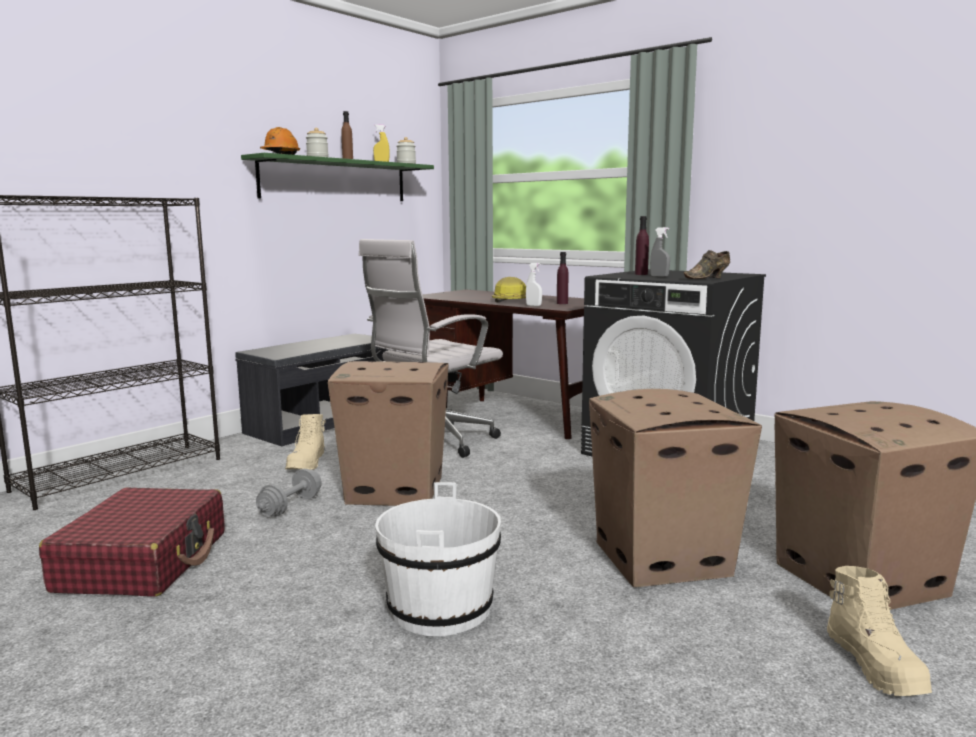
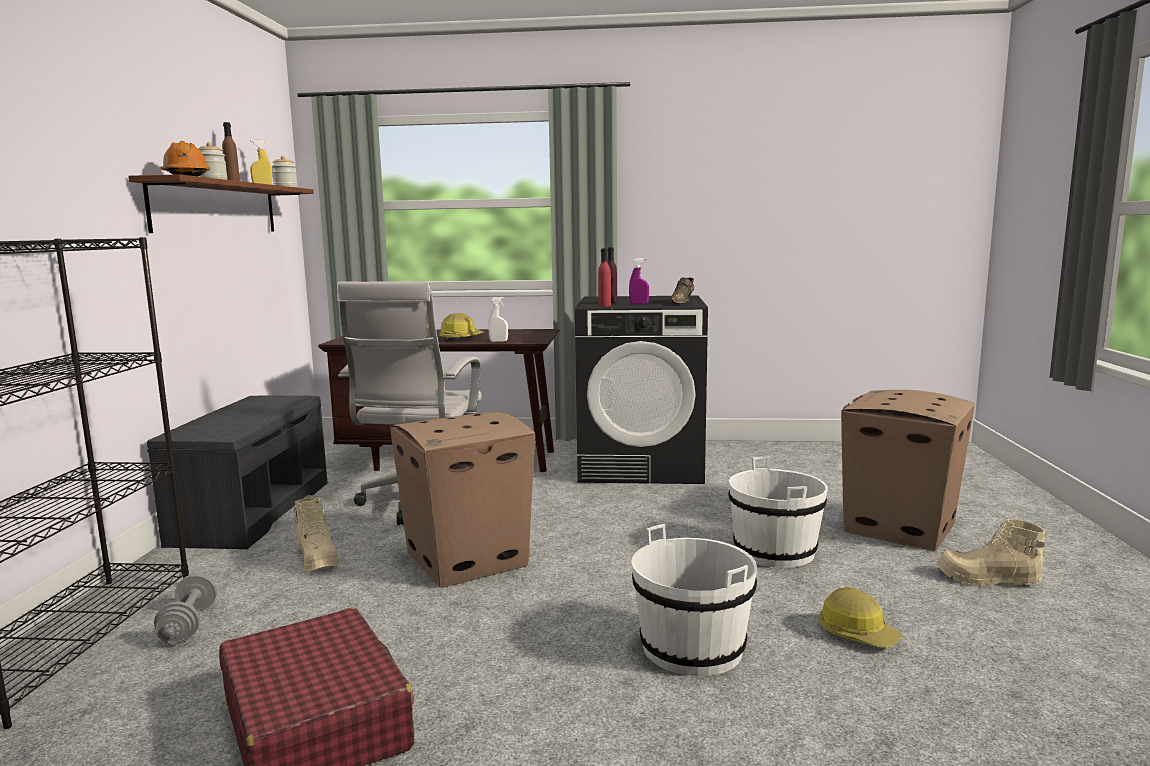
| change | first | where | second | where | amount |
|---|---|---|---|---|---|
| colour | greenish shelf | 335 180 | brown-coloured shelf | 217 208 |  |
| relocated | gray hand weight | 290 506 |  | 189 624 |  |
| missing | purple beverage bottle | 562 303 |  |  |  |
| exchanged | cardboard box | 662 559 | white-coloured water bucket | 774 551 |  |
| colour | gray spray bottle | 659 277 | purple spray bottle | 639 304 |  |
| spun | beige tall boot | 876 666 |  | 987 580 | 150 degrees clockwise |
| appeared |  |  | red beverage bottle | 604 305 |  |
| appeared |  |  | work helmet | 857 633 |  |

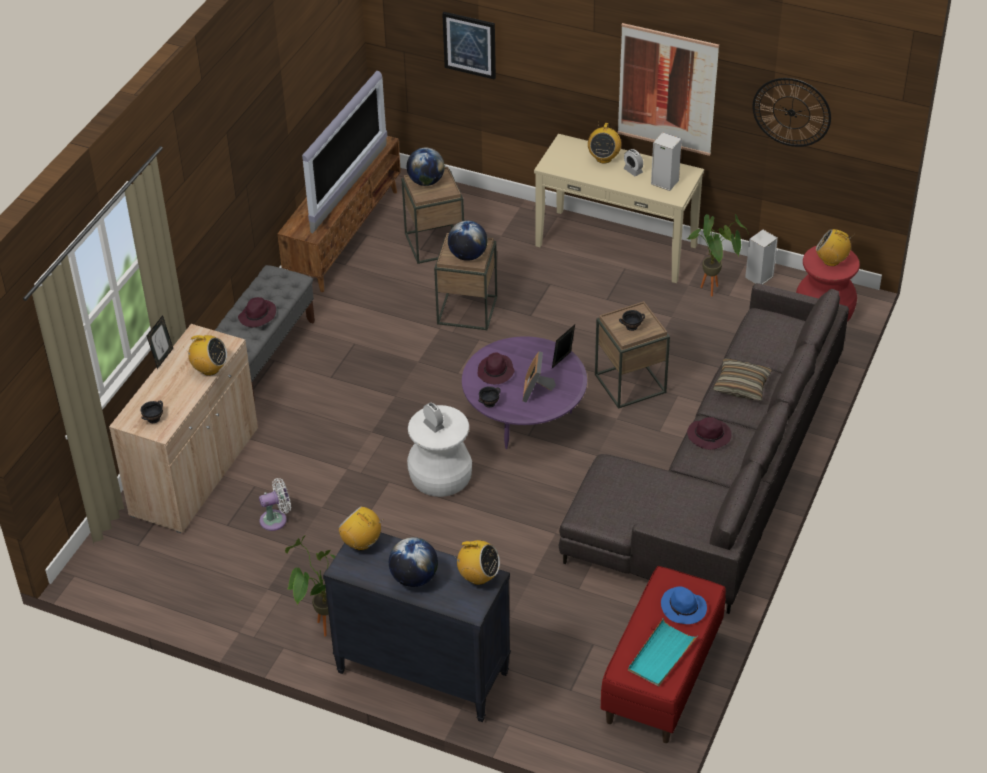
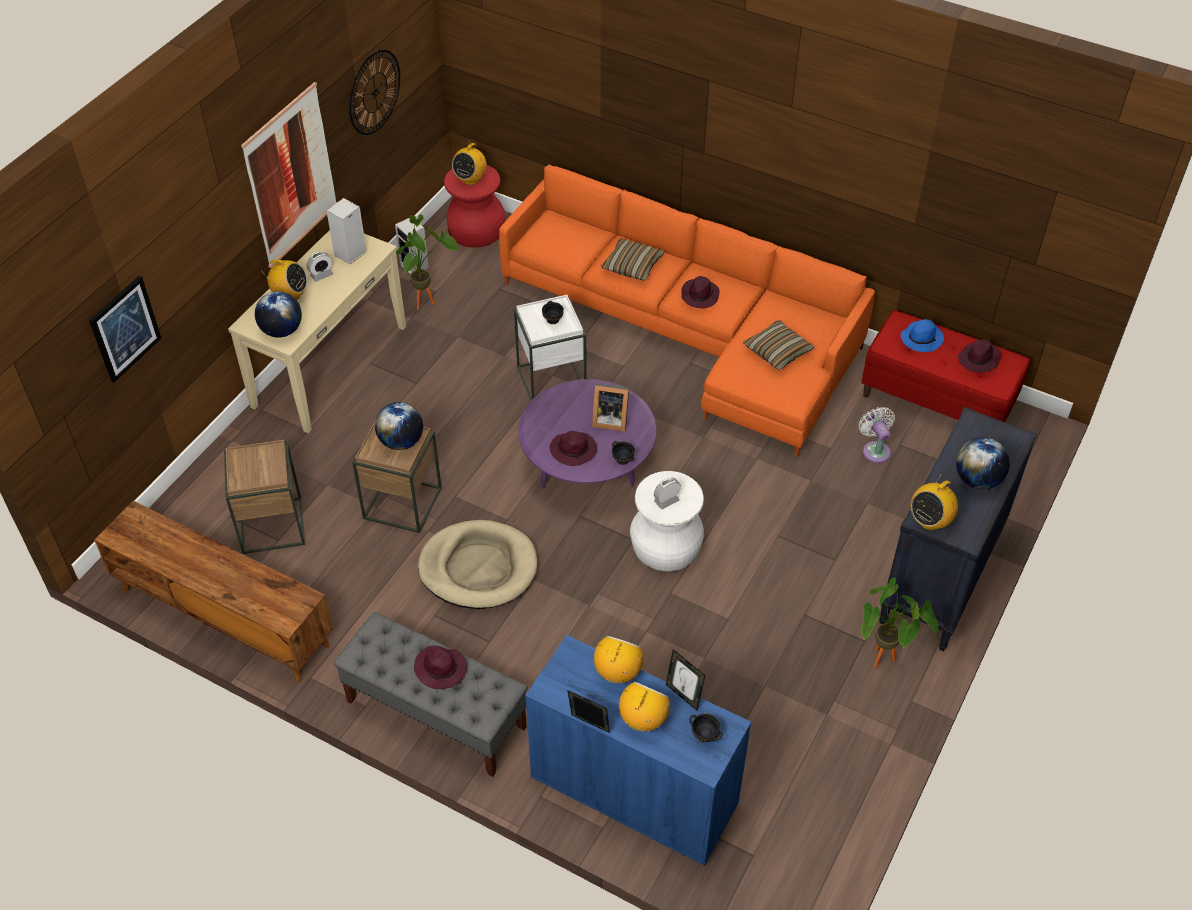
| change | first | where | second | where | amount |
|---|---|---|---|---|---|
| colour | beige cabinet | 195 472 | blue cabinet | 634 791 |  |
| relocated | white-coloured cooling fan | 276 519 |  | 875 450 |  |
| missing | TV | 350 189 |  |  |  |
| relocated | world globe | 426 181 |  | 282 331 |  |
| relocated | radio receiver | 478 577 |  | 643 720 |  |
| relocated | standing frame | 563 361 |  | 683 695 |  |
| colour | gray couch | 719 477 | orange couch | 691 332 |  |
| colour | brown-coloured side table | 630 384 | white-coloured side table | 551 379 |  |
| exchanged | turquoise tray | 661 655 | purple clothing hat | 978 360 |  |
| appeared |  |  | beige dog bed | 478 568 |  |
| appeared |  |  | throw pillow | 777 351 |  |

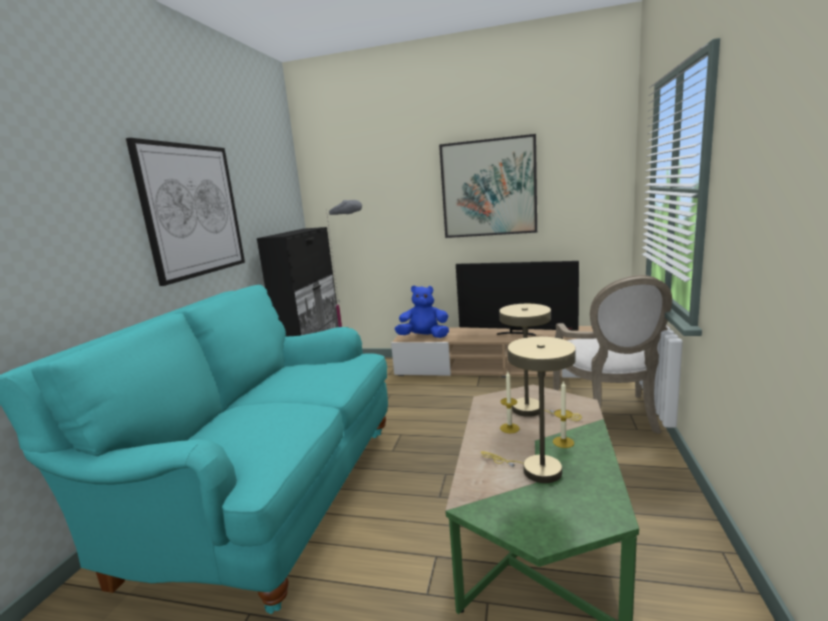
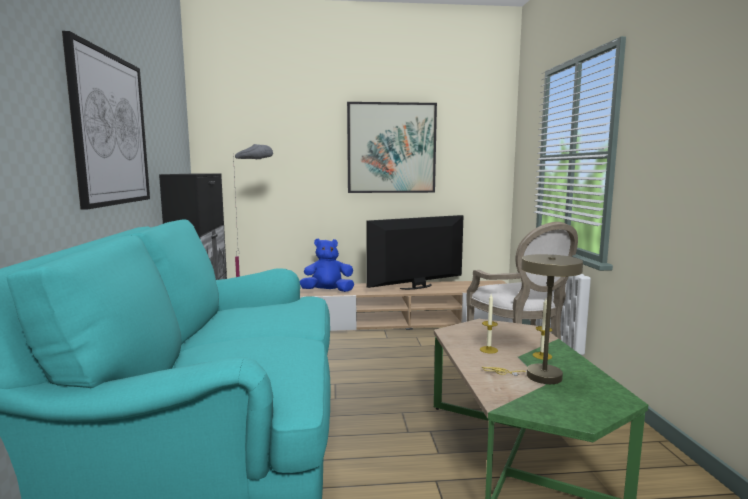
| change | first | where | second | where | amount |
|---|---|---|---|---|---|
| spun | TV | 516 334 |  | 417 287 | 150 degrees clockwise |
| missing | beige lamp for a table | 533 410 |  |  |  |

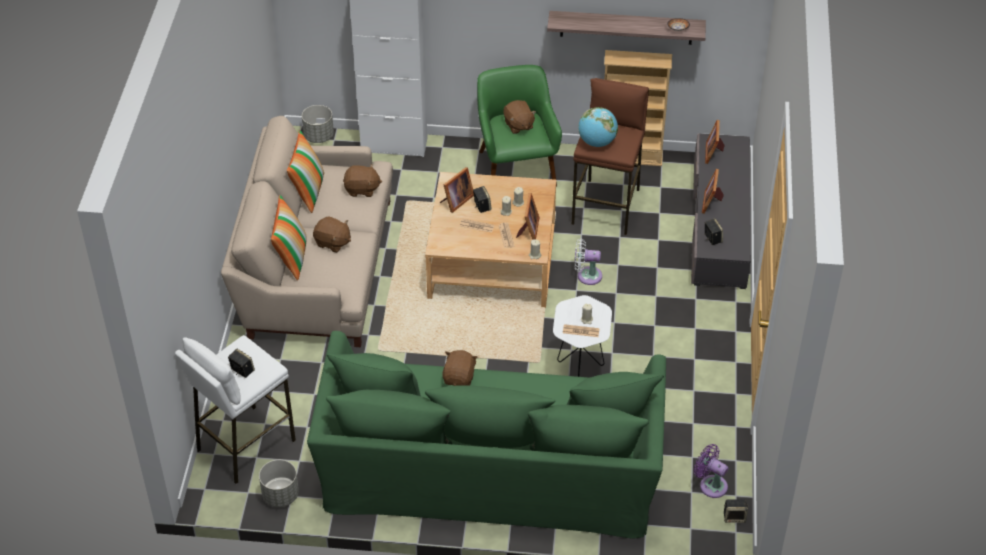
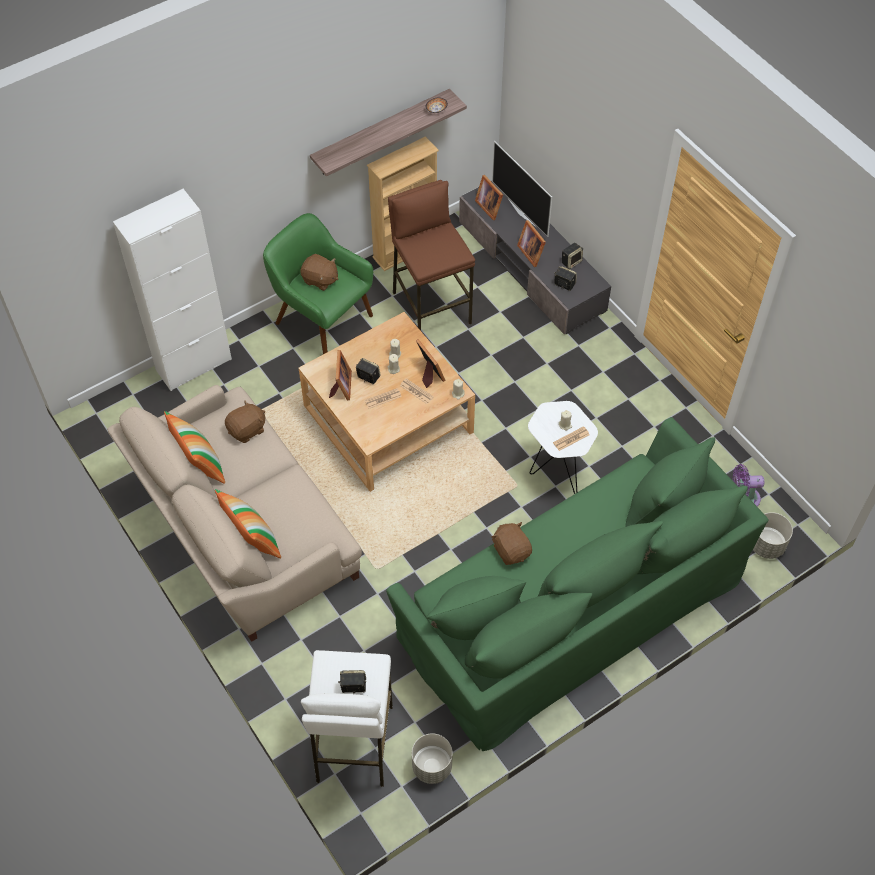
| change | first | where | second | where | amount |
|---|---|---|---|---|---|
| relocated | gray planter | 318 136 |  | 766 545 |  |
| missing | brown-coloured plush toy | 332 242 |  |  |  |
| missing | white-coloured cooling fan | 586 275 |  |  |  |
| missing | world globe | 597 142 |  |  |  |
| relocated | audio speaker | 734 517 |  | 571 261 |  |
| appeared |  |  | TV | 522 212 |  |

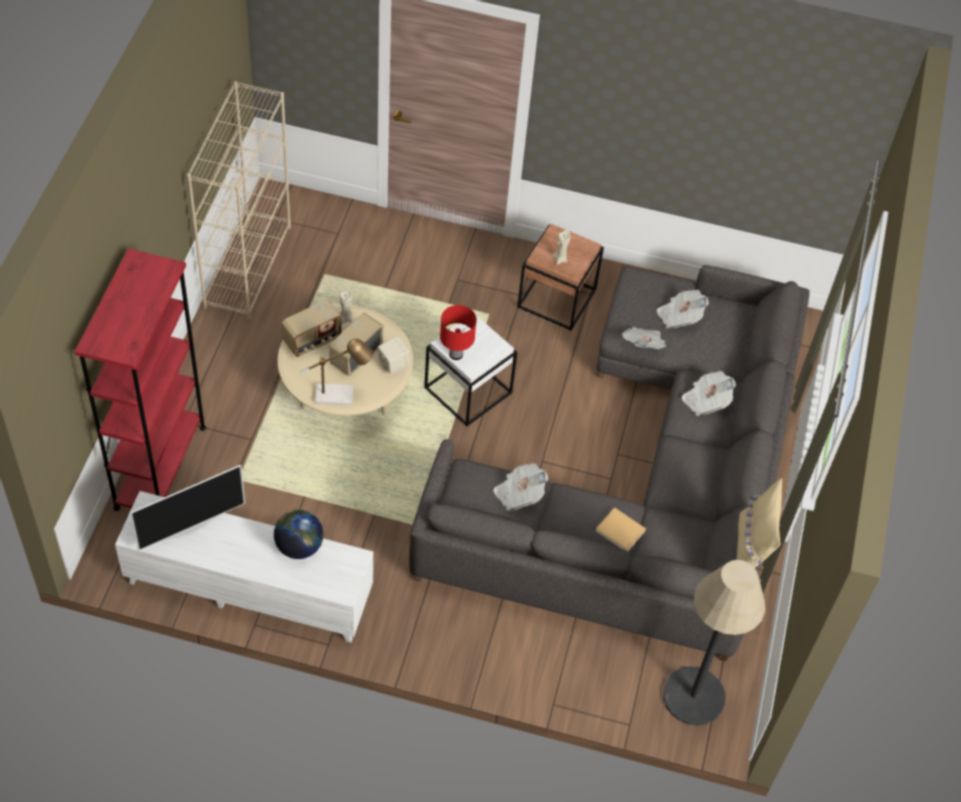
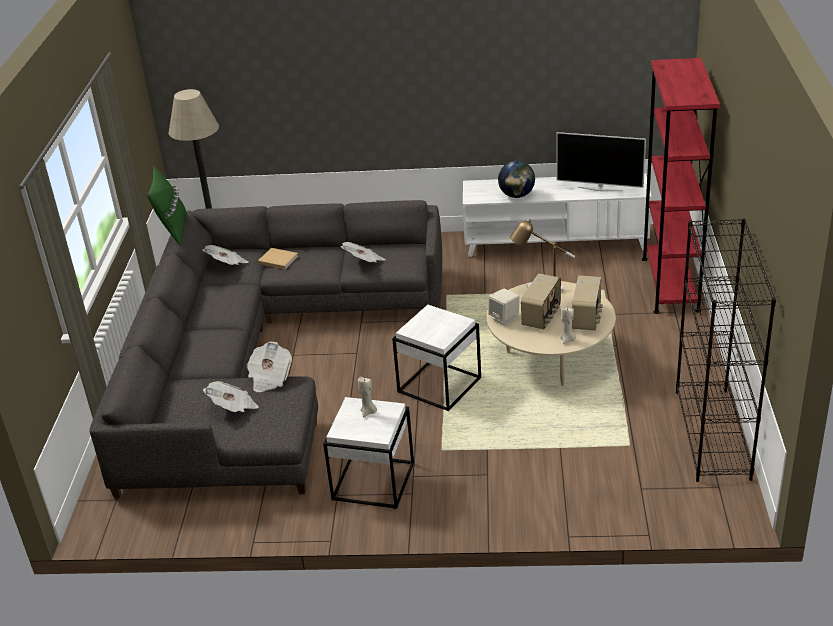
| change | first | where | second | where | amount |
|---|---|---|---|---|---|
| spun | TV | 190 527 |  | 600 188 | 120 degrees counterclockwise |
| colour | beige bookshelf | 247 266 | black bookshelf | 713 434 |  |
| spun | radio receiver | 312 341 |  | 587 318 | 150 degrees clockwise |
| missing | red lamp for a table | 456 354 |  |  |  |
| colour | brown-coloured side table | 557 298 | white-coloured side table | 372 482 |  |
| relocated | daily paper | 706 401 |  | 227 265 |  |
| colour | beige throw pillow | 751 549 | greenish throw pillow | 173 230 |  |

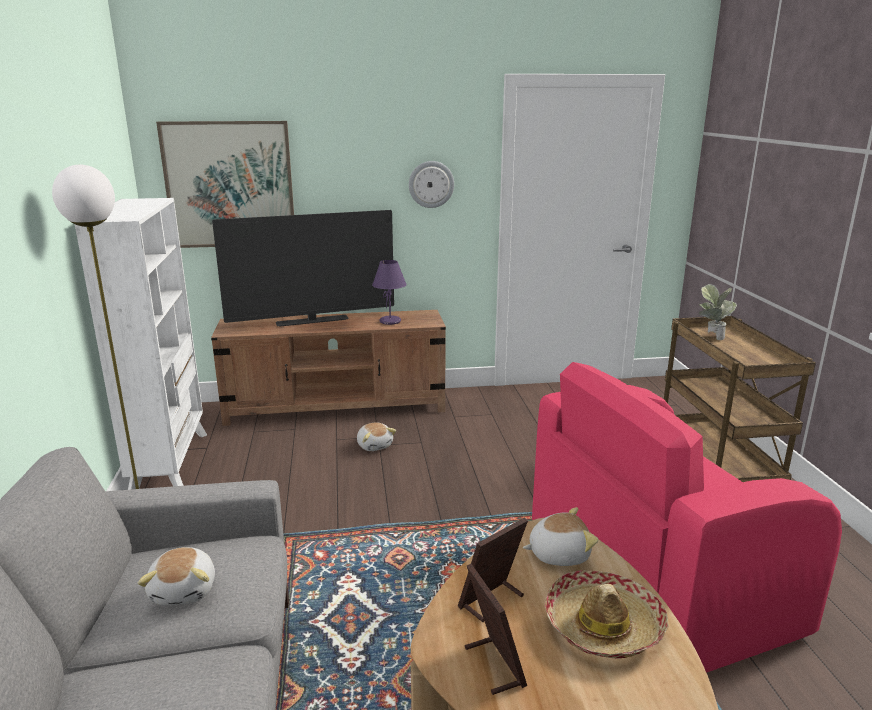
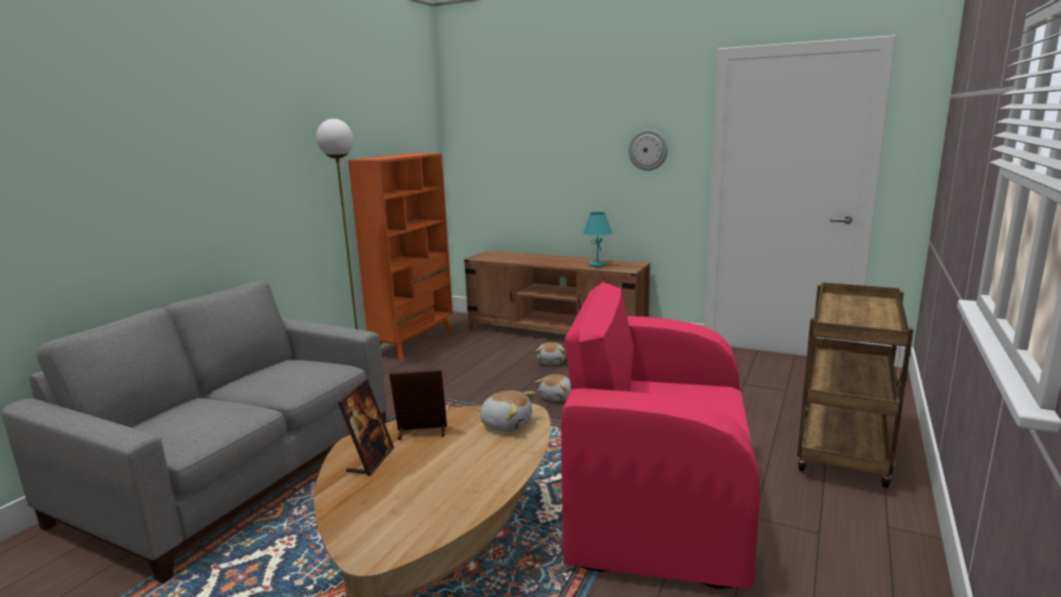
| change | first | where | second | where | amount |
|---|---|---|---|---|---|
| colour | white-coloured bookshelf | 171 463 | orange bookshelf | 414 343 |  |
| relocated | plush toy | 185 590 |  | 557 396 |  |
| missing | wall picture | 230 185 |  |  |  |
| missing | TV | 312 321 |  |  |  |
| colour | purple lamp for a table | 390 321 | turquoise lamp for a table | 597 265 |  |
| missing | clothing hat | 603 625 |  |  |  |
| missing | potted plant | 711 336 |  |  |  |

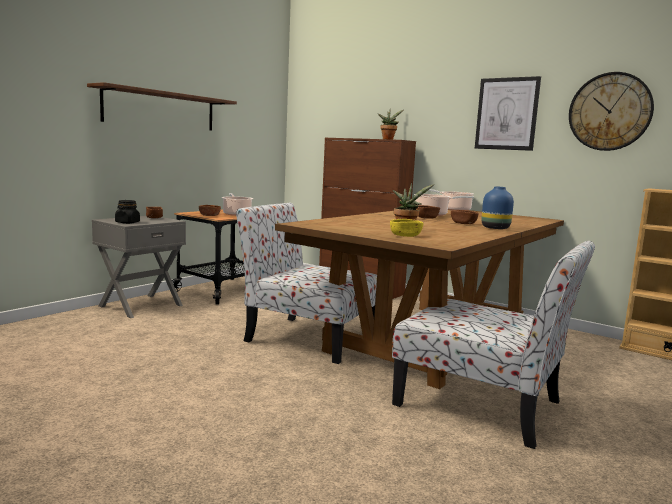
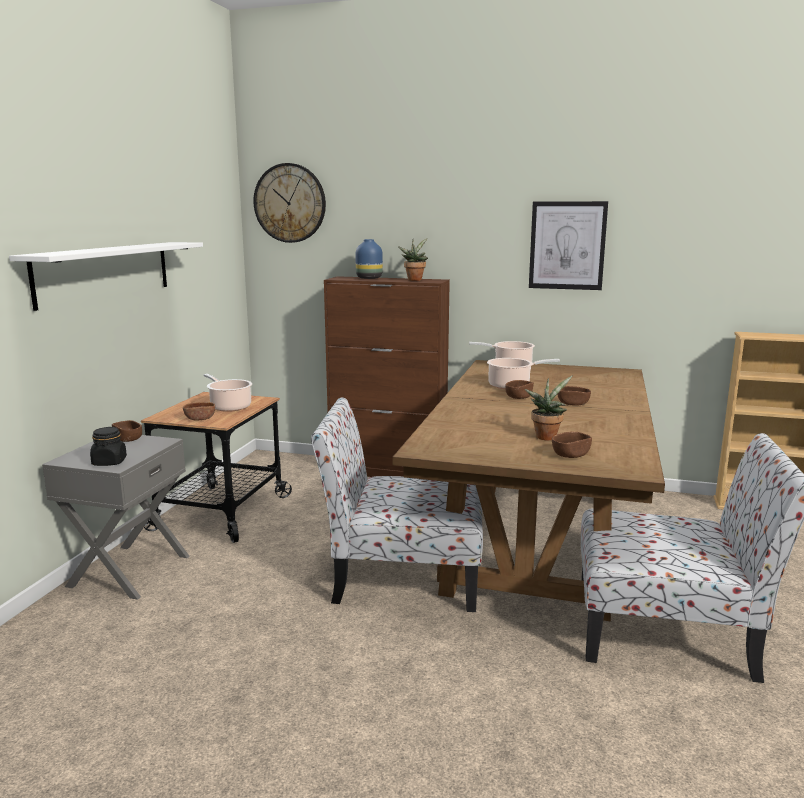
| change | first | where | second | where | amount |
|---|---|---|---|---|---|
| colour | brown-coloured shelf | 161 110 | white-coloured shelf | 105 272 |  |
| colour | yellow deep dish | 405 236 | brown-coloured deep dish | 570 455 |  |
| relocated | blue flower vase | 495 228 |  | 369 278 |  |
| relocated | hanging clock | 610 112 |  | 290 203 |  |

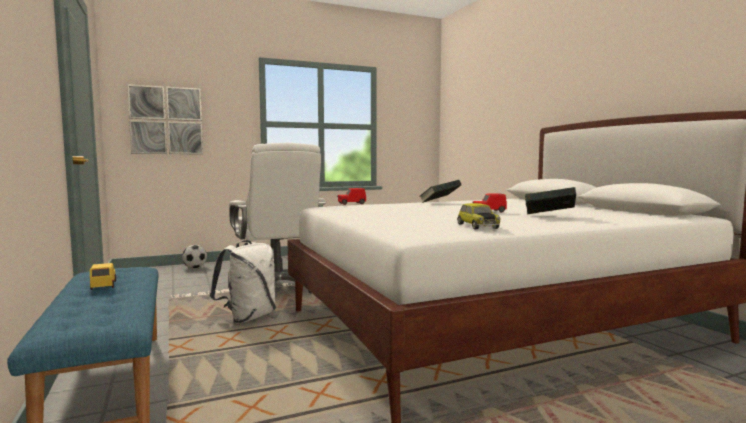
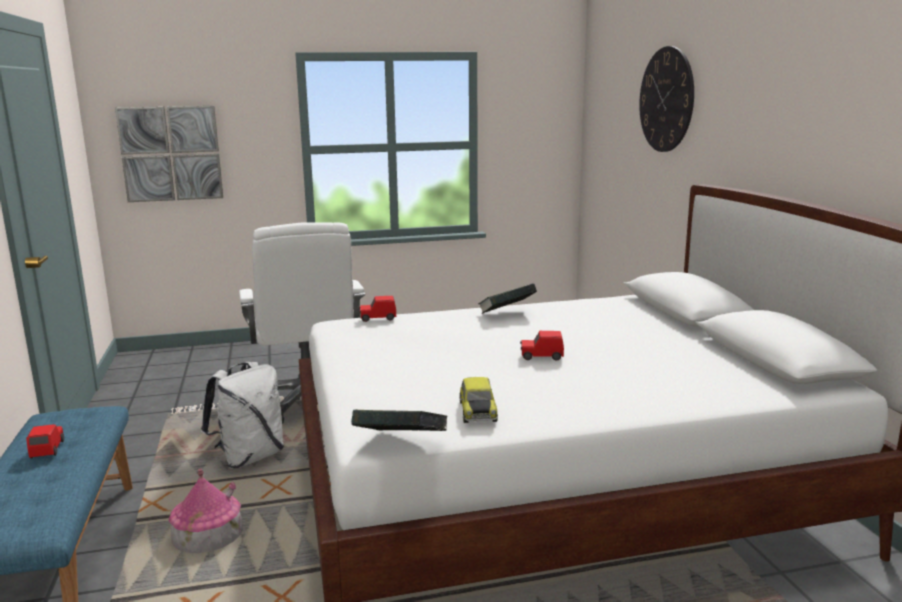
| change | first | where | second | where | amount |
|---|---|---|---|---|---|
| colour | yellow toy car | 103 285 | red toy car | 47 449 |  |
| missing | football | 195 268 |  |  |  |
| relocated | volume | 549 216 |  | 400 444 |  |
| appeared |  |  | toy house | 207 533 |  |
| appeared |  |  | hanging clock | 666 99 |  |

